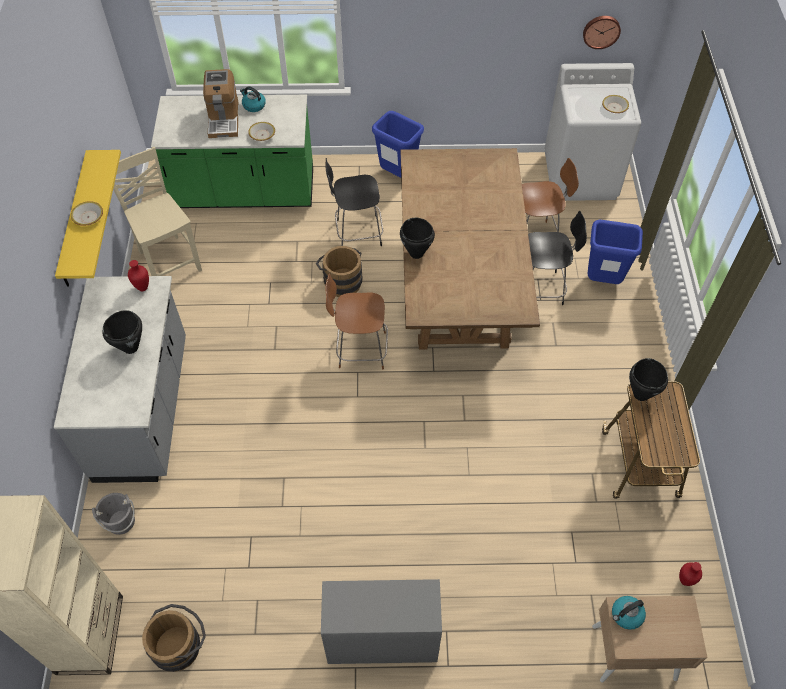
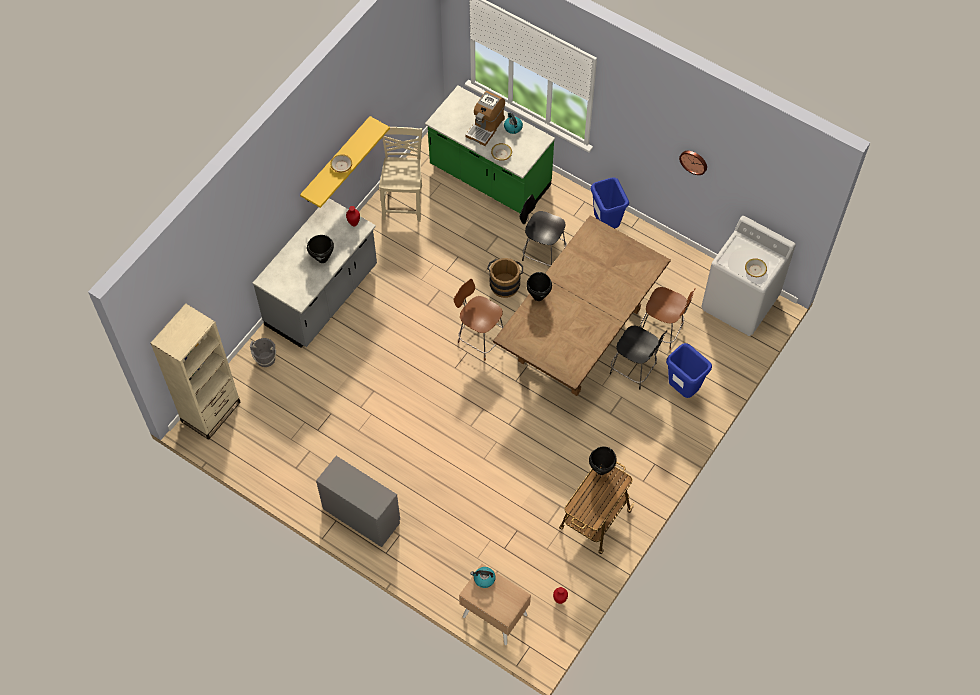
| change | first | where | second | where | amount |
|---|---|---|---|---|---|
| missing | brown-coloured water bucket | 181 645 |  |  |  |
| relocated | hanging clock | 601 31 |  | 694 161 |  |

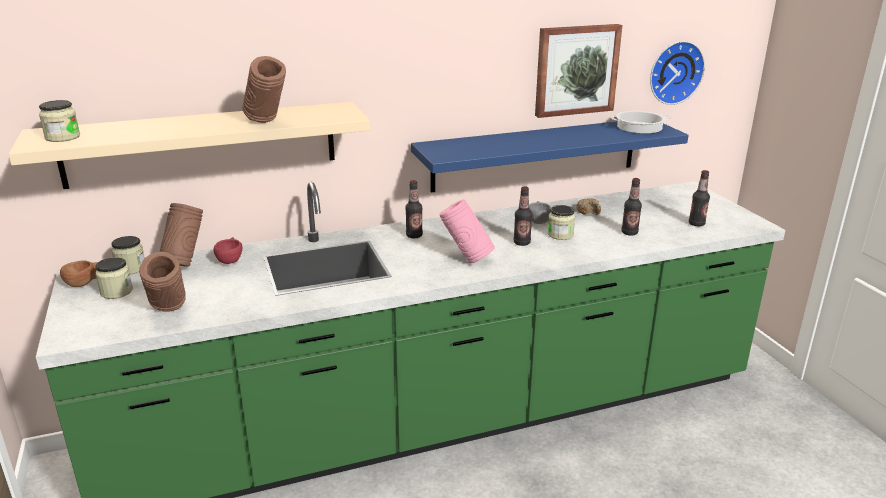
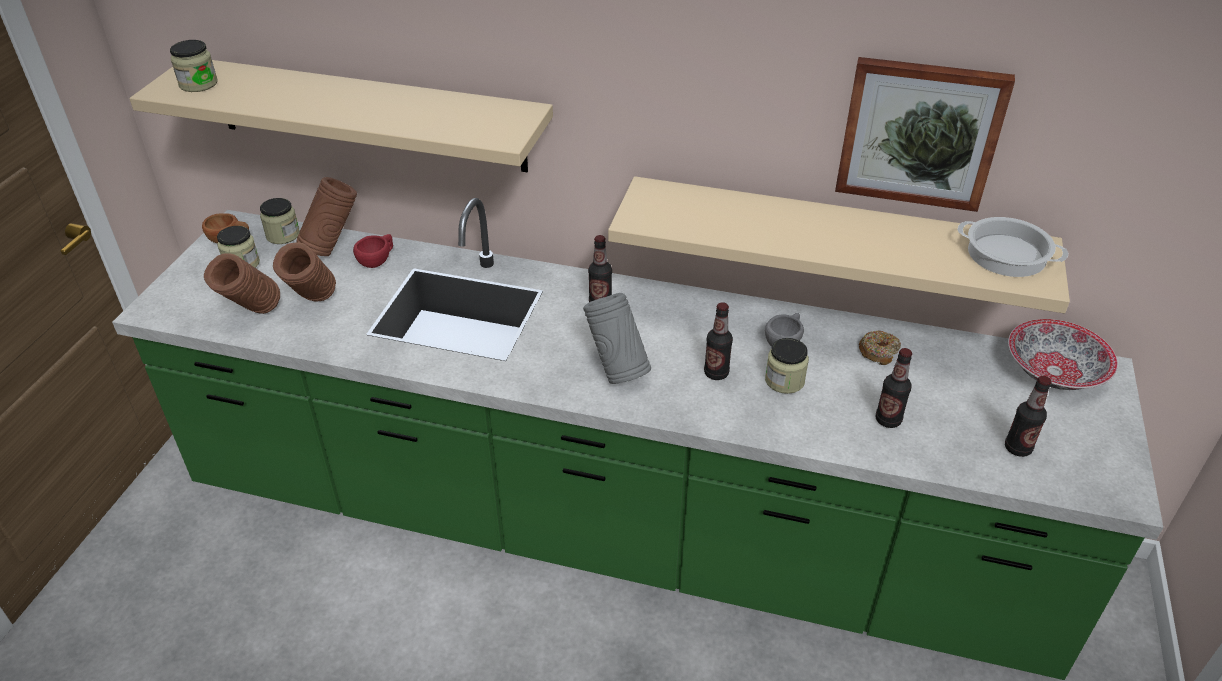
| change | first | where | second | where | amount |
|---|---|---|---|---|---|
| relocated | brown-coloured flower vase | 267 124 |  | 313 305 |  |
| colour | blue shelf | 536 154 | beige shelf | 832 239 |  |
| colour | pink flower vase | 466 259 | gray flower vase | 617 371 |  |
| missing | hanging clock | 674 72 |  |  |  |
| appeared |  |  | deep dish | 1053 371 |  |

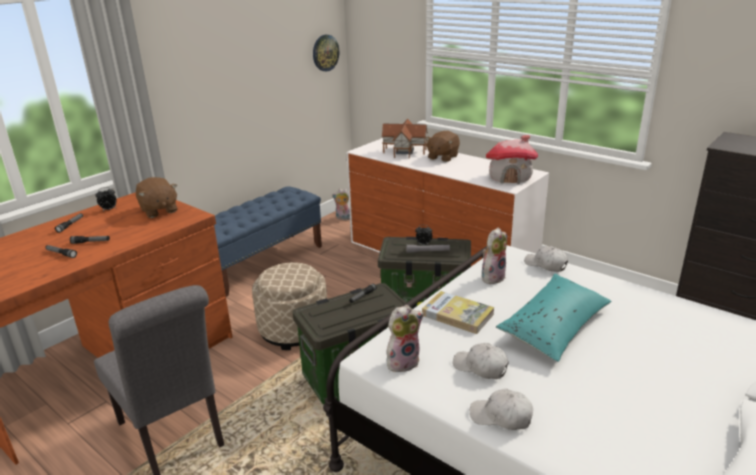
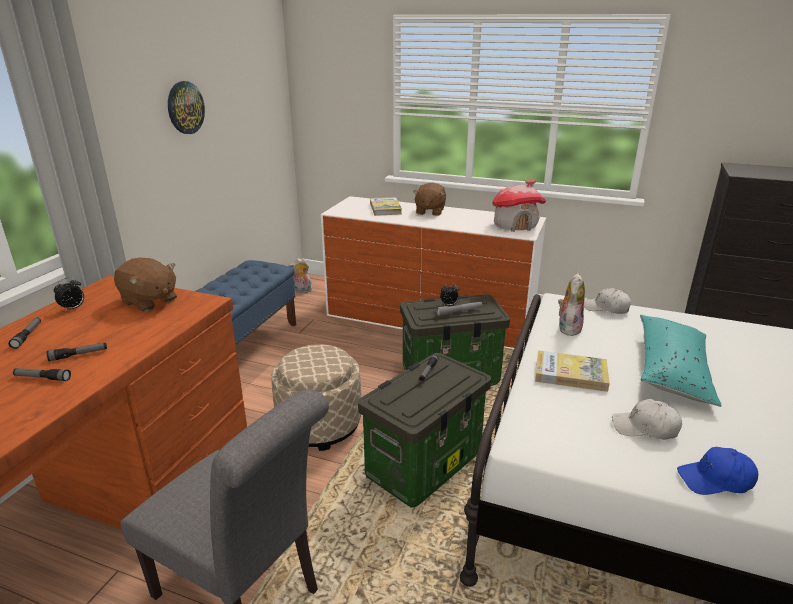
| change | first | where | second | where | amount |
|---|---|---|---|---|---|
| relocated | hanging clock | 325 53 |  | 185 107 |  |
| exchanged | toy house | 405 151 | volume | 385 208 |  |
| missing | plush toy | 403 362 |  |  |  |
| colour | white-coloured baseball cap | 501 417 | blue baseball cap | 716 480 |  |

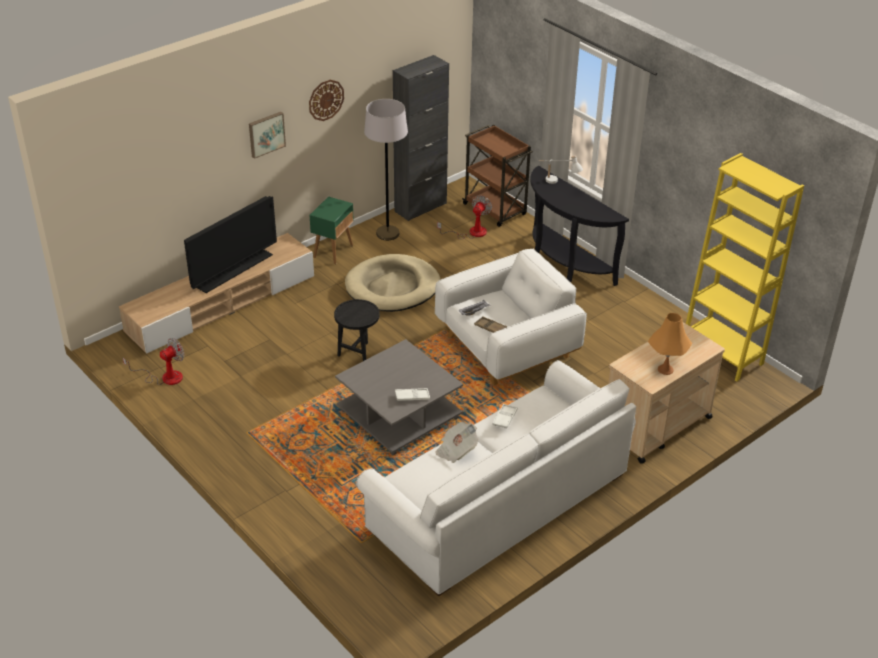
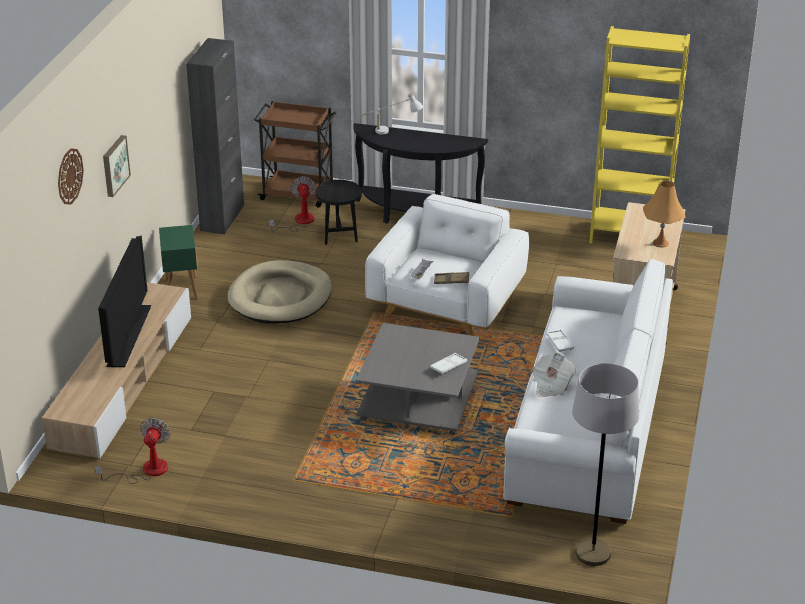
| change | first | where | second | where | amount |
|---|---|---|---|---|---|
| relocated | hanging clock | 326 100 |  | 69 176 |  |
| relocated | black side table | 358 353 |  | 339 236 |  |
| relocated | gray standard lamp | 387 233 |  | 593 553 |  |

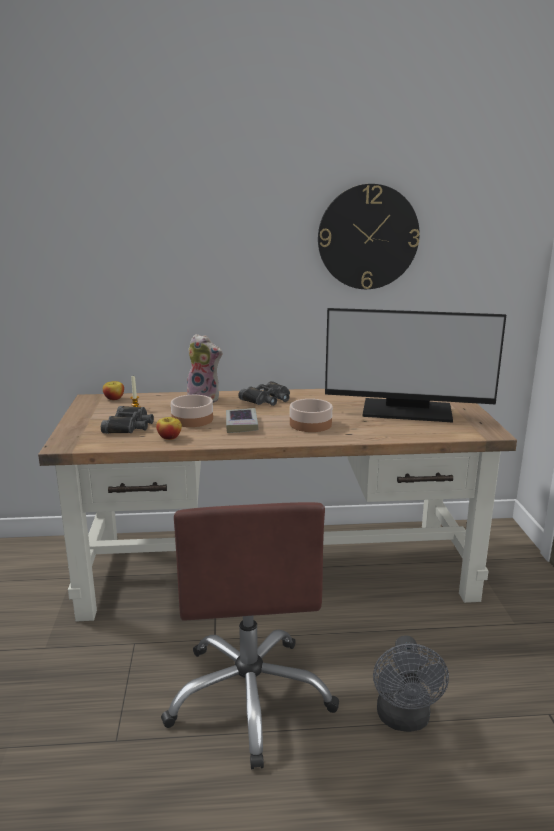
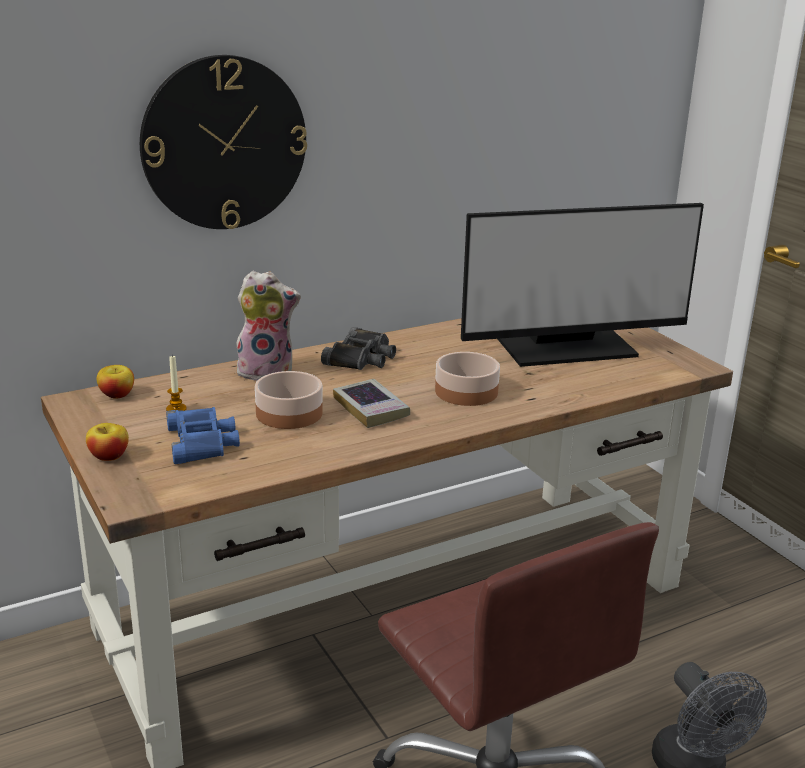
| change | first | where | second | where | amount |
|---|---|---|---|---|---|
| colour | black field glasses | 129 426 | blue field glasses | 202 442 |  |
| relocated | apple fruit | 169 437 |  | 109 456 |  |
| relocated | hanging clock | 368 237 |  | 224 143 |  |

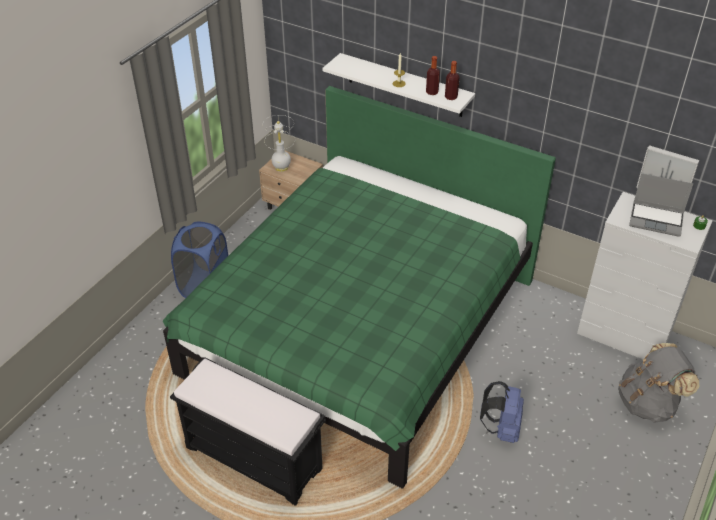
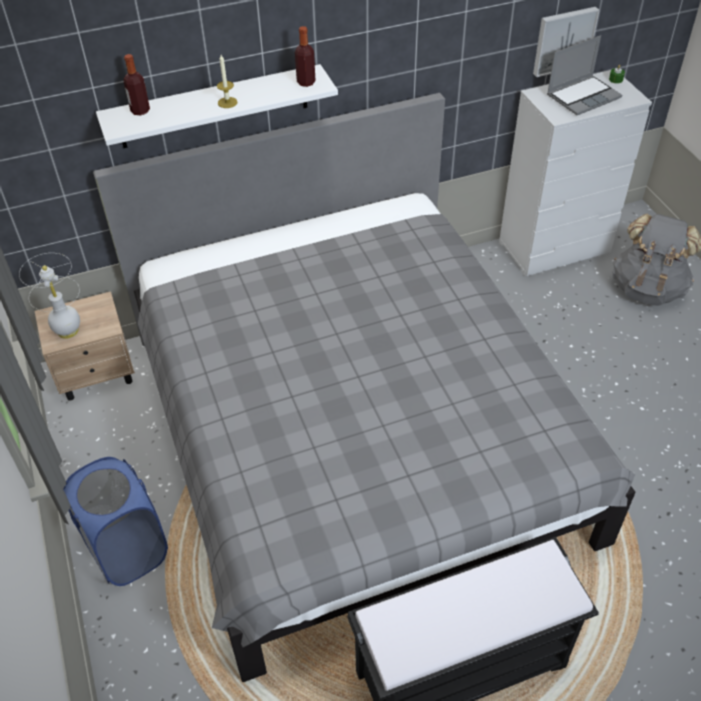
| change | first | where | second | where | amount |
|---|---|---|---|---|---|
| colour | greenish bedroom bed | 359 326 | gray bedroom bed | 353 434 |  |
| relocated | beverage bottle | 432 92 |  | 140 111 |  |
| missing | blue rucksack | 502 429 |  |  |  |

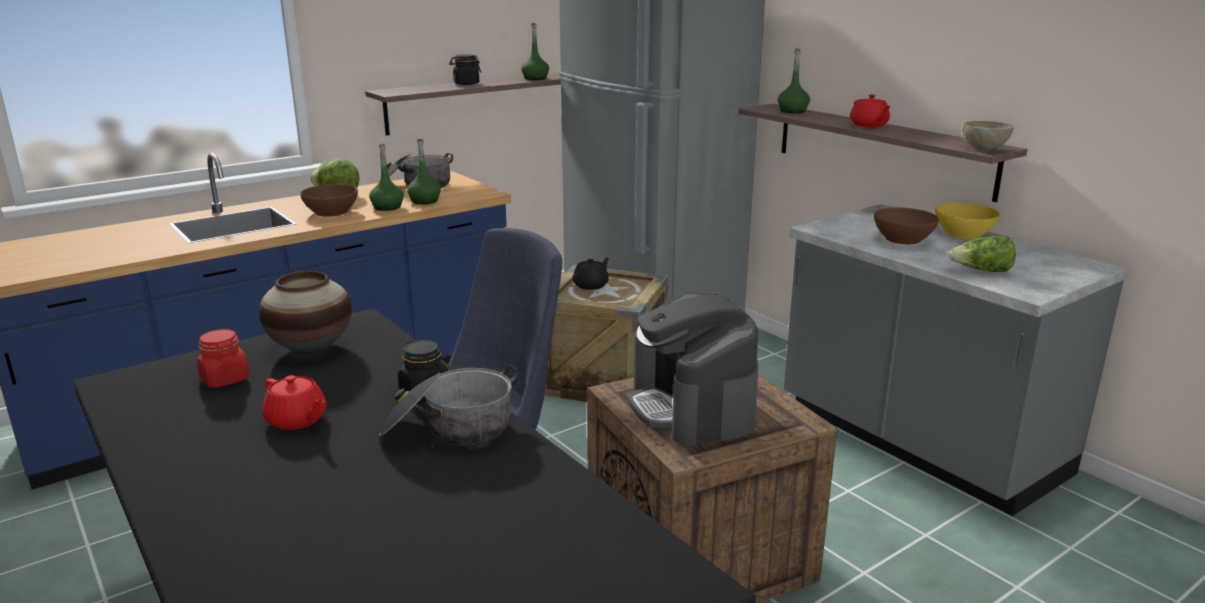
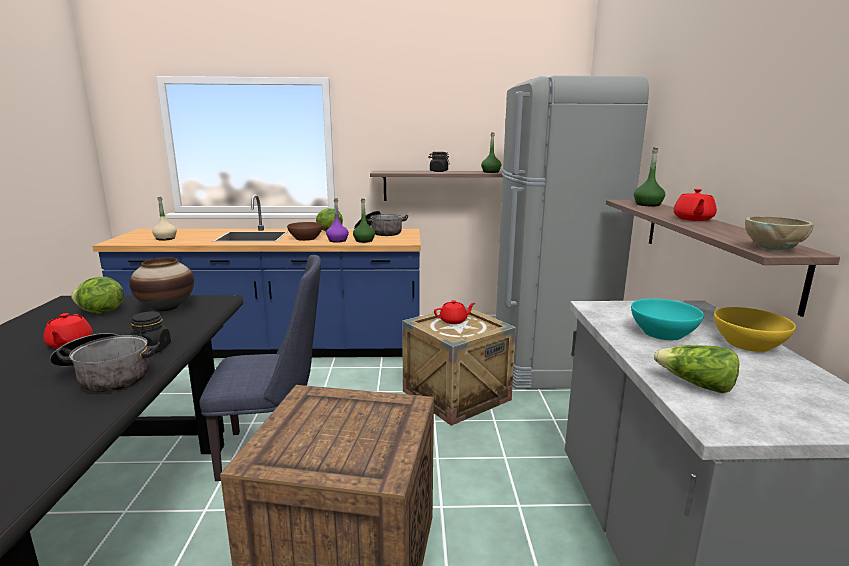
| change | first | where | second | where | amount |
|---|---|---|---|---|---|
| exchanged | red storage jar | 225 379 | lettuce head | 101 312 |  |
| colour | greenish beverage bottle | 387 207 | purple beverage bottle | 337 240 |  |
| colour | black teapot | 591 285 | red teapot | 454 321 |  |
| missing | coffee brewer | 692 408 |  |  |  |
| colour | brown-coloured deep dish | 902 239 | turquoise deep dish | 662 333 |  |
| appeared |  |  | beige beverage bottle | 165 239 |  |

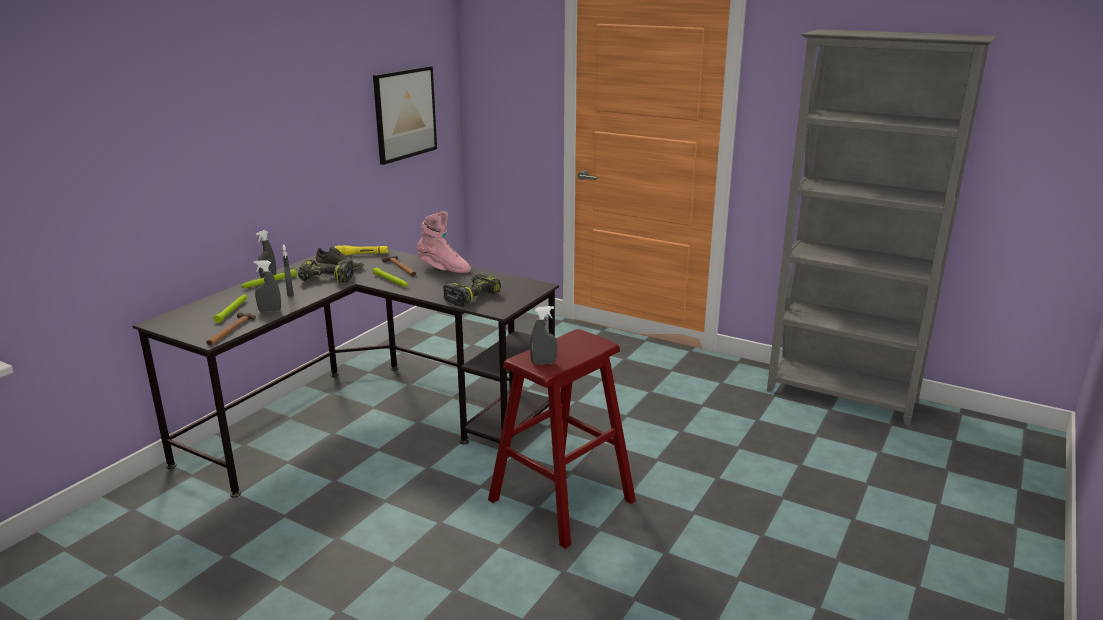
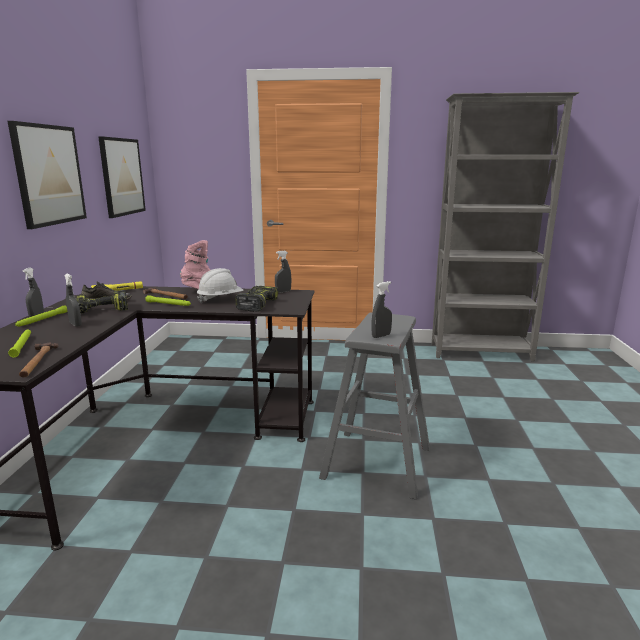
| change | first | where | second | where | amount |
|---|---|---|---|---|---|
| relocated | gray spray bottle | 270 311 |  | 283 292 |  |
| colour | red stool seat | 561 500 | gray stool seat | 377 462 |  |
| appeared |  |  | wall picture | 49 175 |  |
| appeared |  |  | white-coloured work helmet | 220 299 |  |

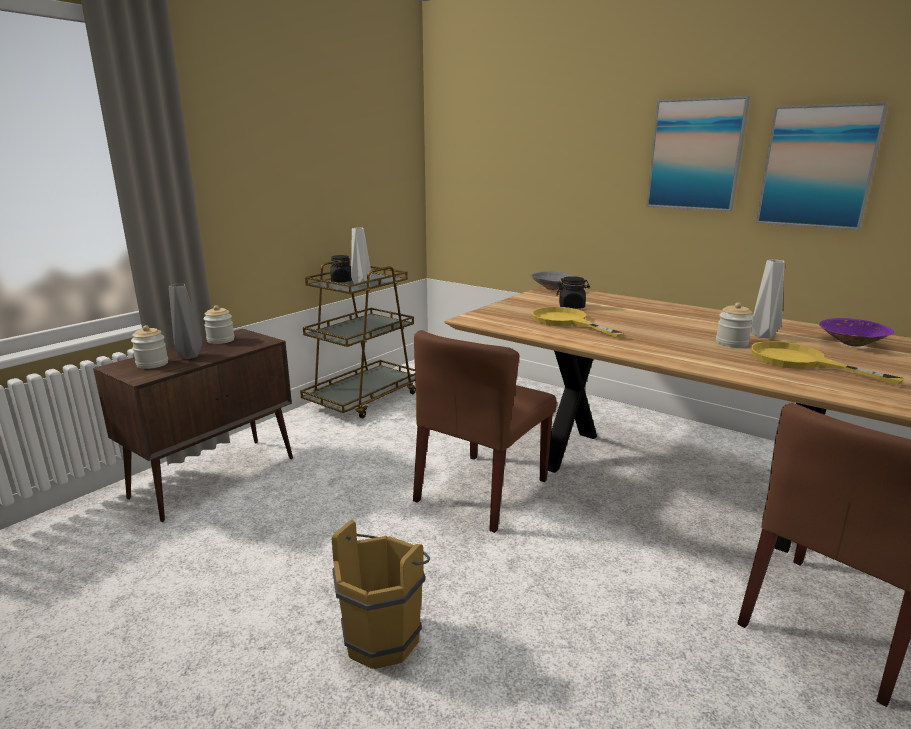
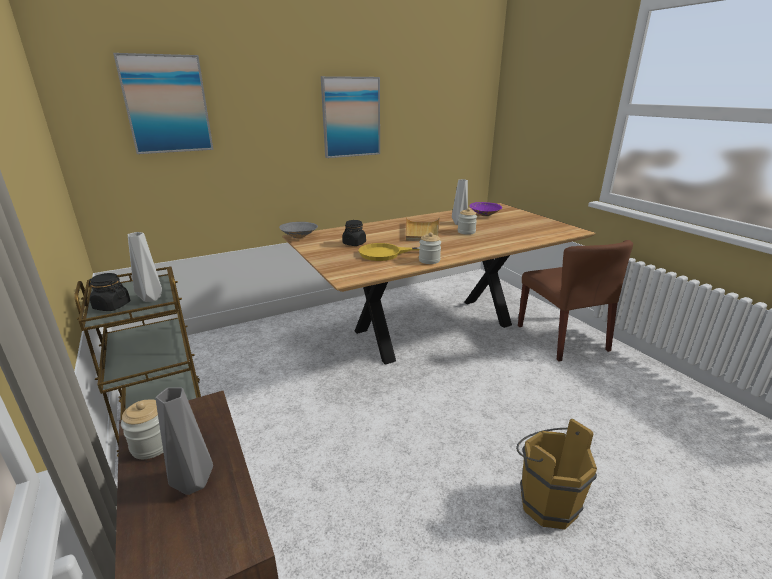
| change | first | where | second | where | amount |
|---|---|---|---|---|---|
| relocated | storage jar | 152 364 |  | 429 260 |  |
| missing | brown-coloured plain chair | 481 491 |  |  |  |
| missing | yellow frying pan | 799 362 |  |  |  |
| relocated | wall picture | 817 167 |  | 166 104 |  |
| appeared |  |  | beige tray | 422 231 |  |

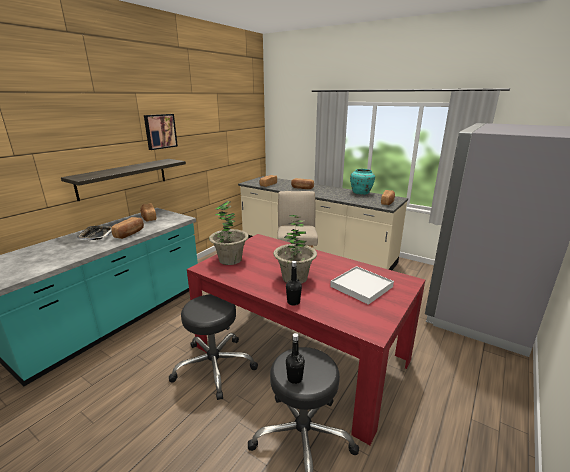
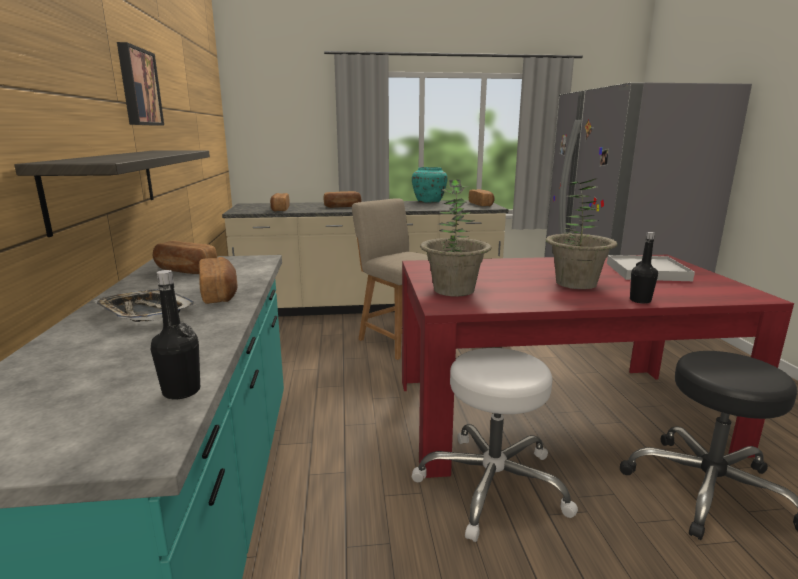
| change | first | where | second | where | amount |
|---|---|---|---|---|---|
| colour | black stool seat | 215 366 | white-coloured stool seat | 492 484 |  |
| relocated | black beverage bottle | 294 378 |  | 181 391 |  |

